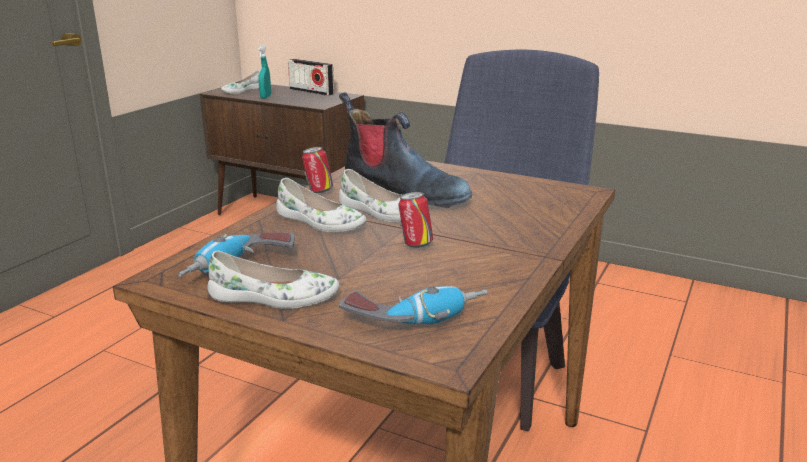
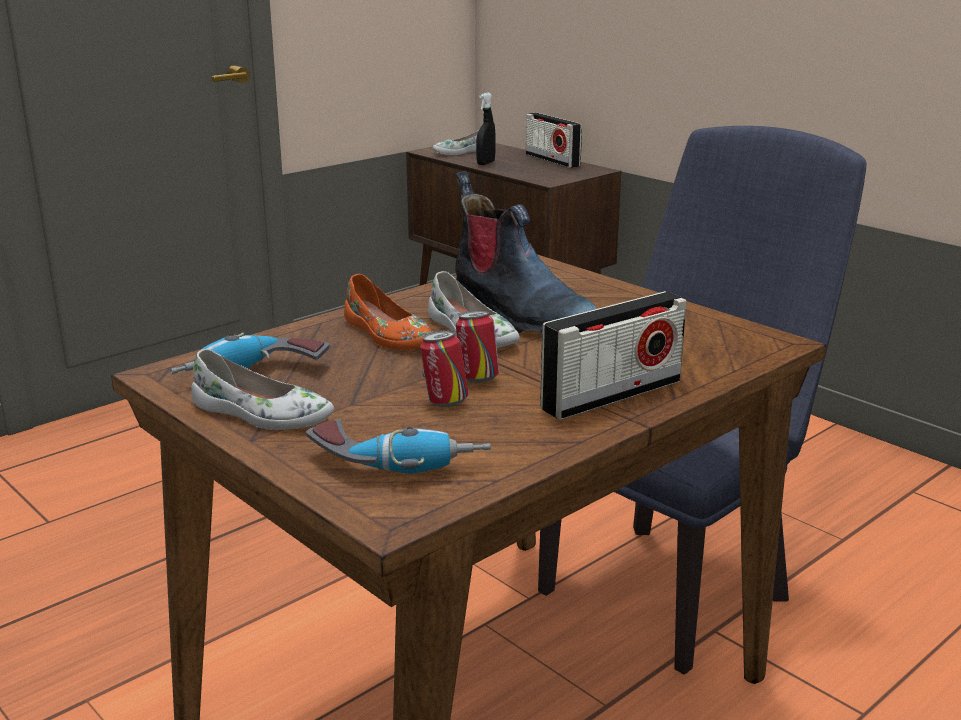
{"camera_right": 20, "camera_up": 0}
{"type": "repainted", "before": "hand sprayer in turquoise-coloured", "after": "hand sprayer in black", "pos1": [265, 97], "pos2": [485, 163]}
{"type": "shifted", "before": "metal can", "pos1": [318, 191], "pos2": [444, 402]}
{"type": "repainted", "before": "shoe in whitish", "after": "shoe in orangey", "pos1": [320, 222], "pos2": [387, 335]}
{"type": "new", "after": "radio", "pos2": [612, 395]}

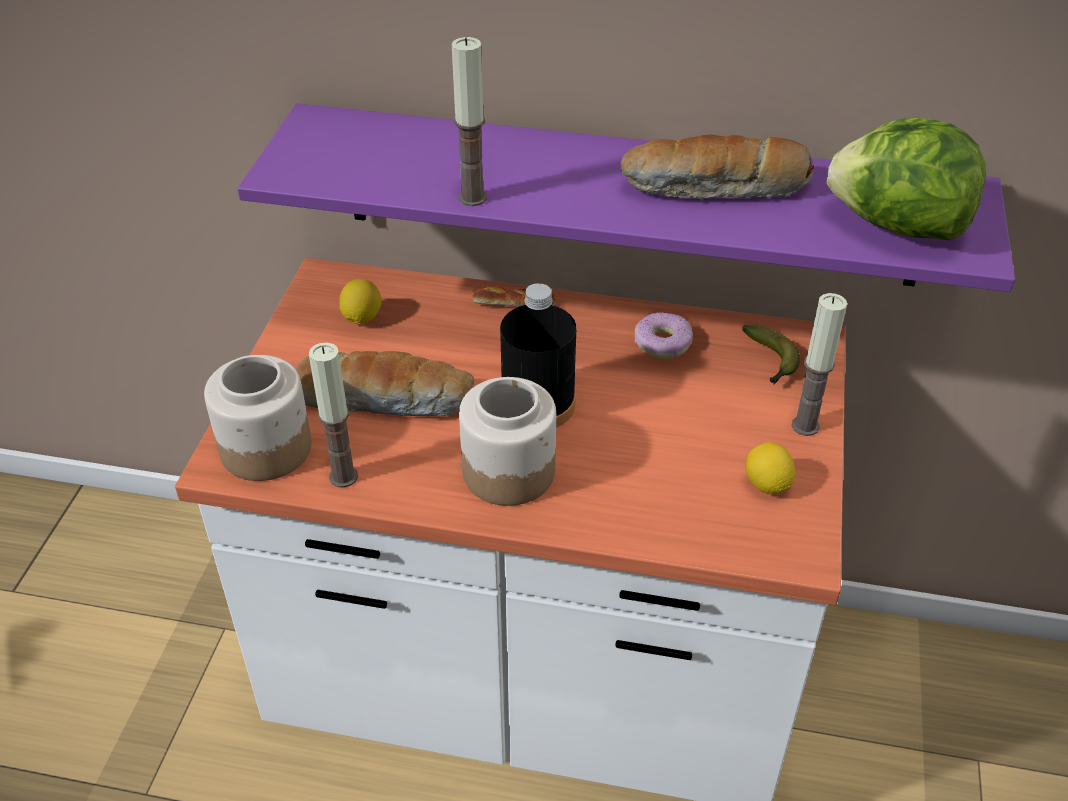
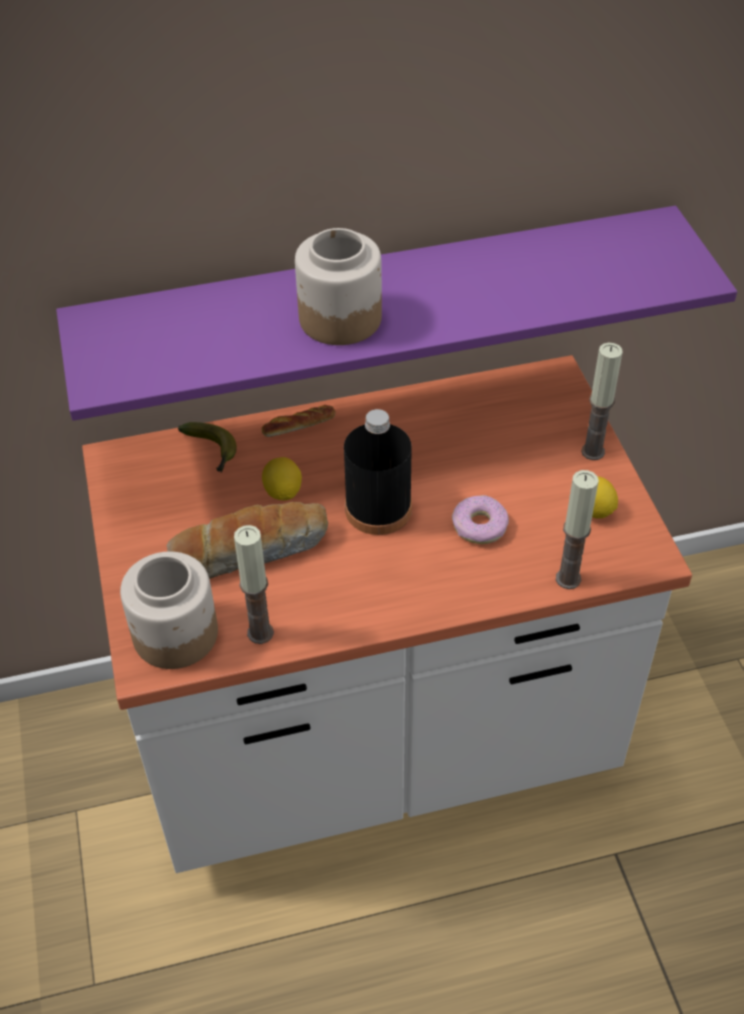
{"camera_right": -25, "camera_up": 5}
{"type": "shifted", "before": "candle", "pos1": [472, 198], "pos2": [568, 579]}
{"type": "gone", "before": "lettuce", "pos1": [897, 226]}
{"type": "gone", "before": "bakery bread", "pos1": [715, 189]}
{"type": "shifted", "before": "lemon", "pos1": [362, 317], "pos2": [283, 492]}
{"type": "shifted", "before": "ring doughnut", "pos1": [662, 343], "pos2": [479, 526]}
{"type": "shifted", "before": "banana", "pos1": [771, 362], "pos2": [212, 451]}
{"type": "shifted", "before": "jar", "pos1": [509, 471], "pos2": [340, 318]}

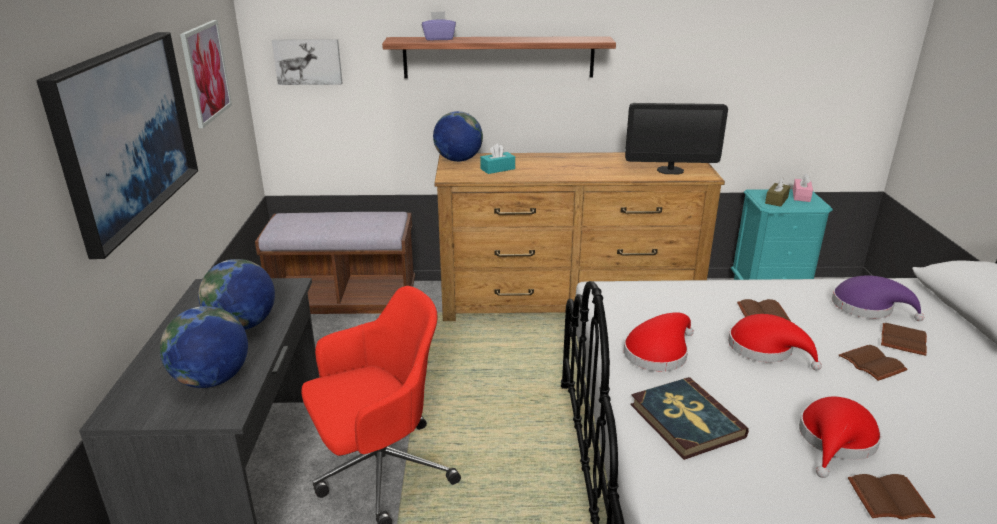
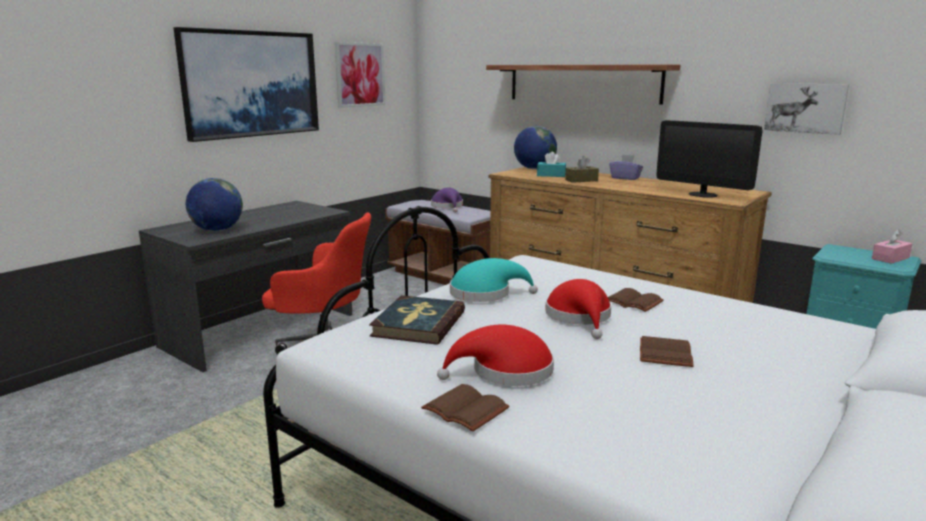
{"camera_right": 40, "camera_up": -10}
{"type": "shifted", "before": "box of tissues in purple", "pos1": [438, 39], "pos2": [625, 178]}
{"type": "shifted", "before": "wall art", "pos1": [308, 61], "pos2": [805, 108]}
{"type": "shifted", "before": "box of tissues in brown", "pos1": [776, 200], "pos2": [581, 180]}
{"type": "gone", "before": "world globe", "pos1": [243, 325]}
{"type": "shifted", "before": "hat in purple", "pos1": [867, 307], "pos2": [448, 207]}
{"type": "repainted", "before": "hat in reddish", "after": "hat in turquoise-coloured", "pos1": [658, 353], "pos2": [485, 293]}
{"type": "gone", "before": "book in brown", "pos1": [901, 339]}

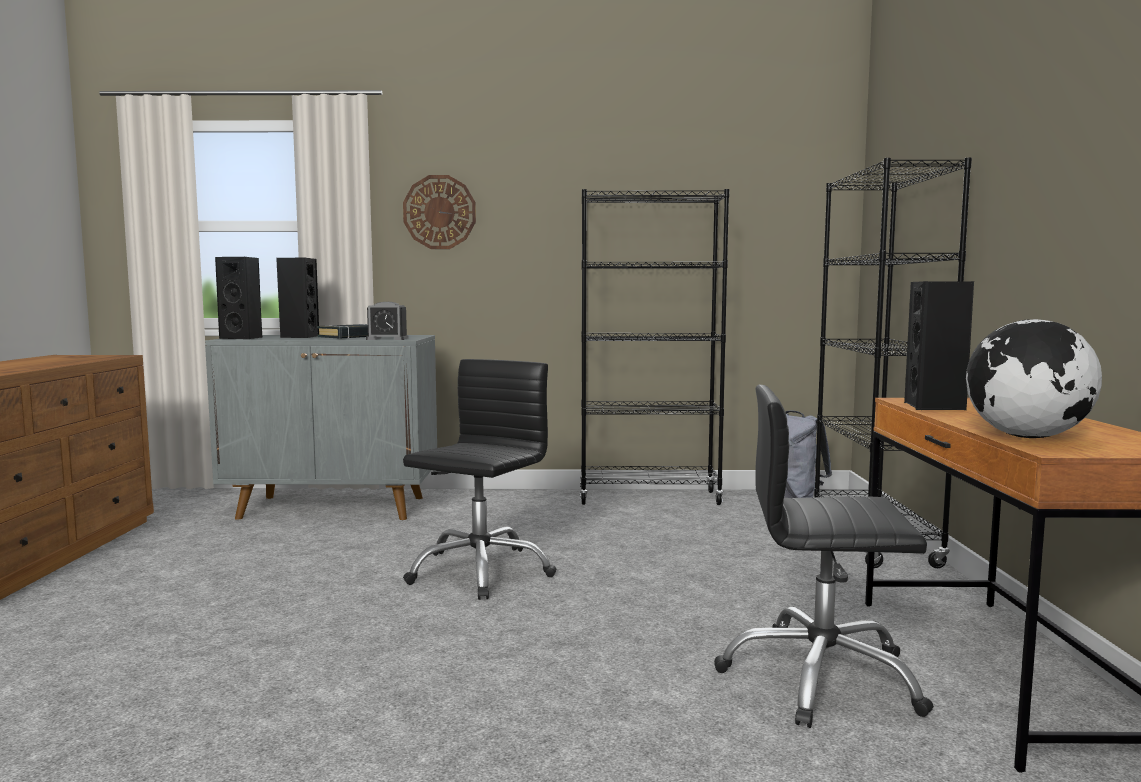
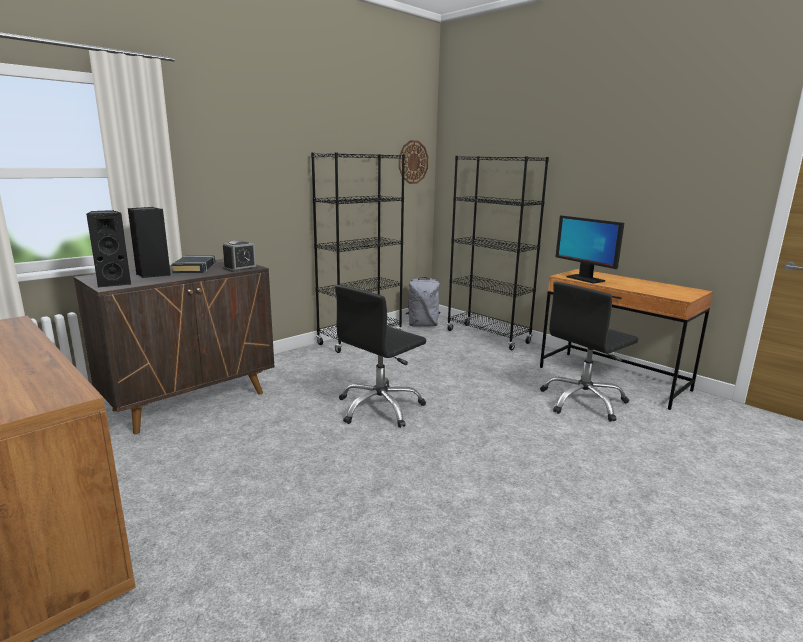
{"camera_right": -45, "camera_up": 10}
{"type": "shifted", "before": "wall clock", "pos1": [439, 212], "pos2": [413, 162]}
{"type": "swapped", "before": "audio speaker in black", "after": "computer display", "pos1": [935, 407], "pos2": [585, 279]}
{"type": "gone", "before": "world globe", "pos1": [1027, 437]}
{"type": "repainted", "before": "cabinet in grey", "after": "cabinet in brown", "pos1": [334, 508], "pos2": [192, 401]}
{"type": "rotated", "before": "computer chair in black", "pos1": [480, 571], "pos2": [380, 408], "turn": -120}

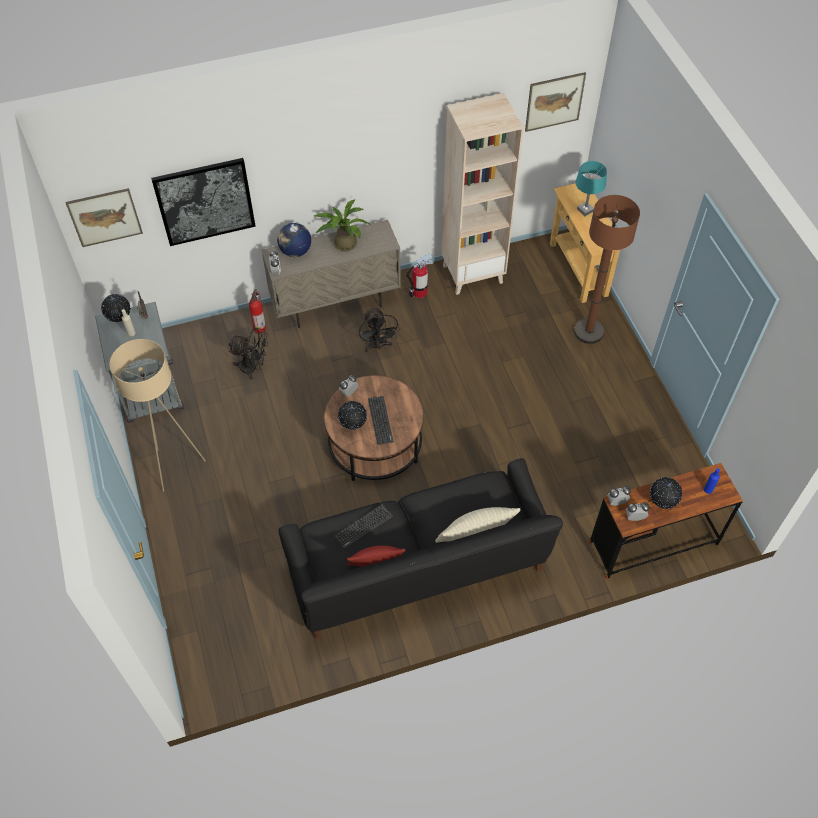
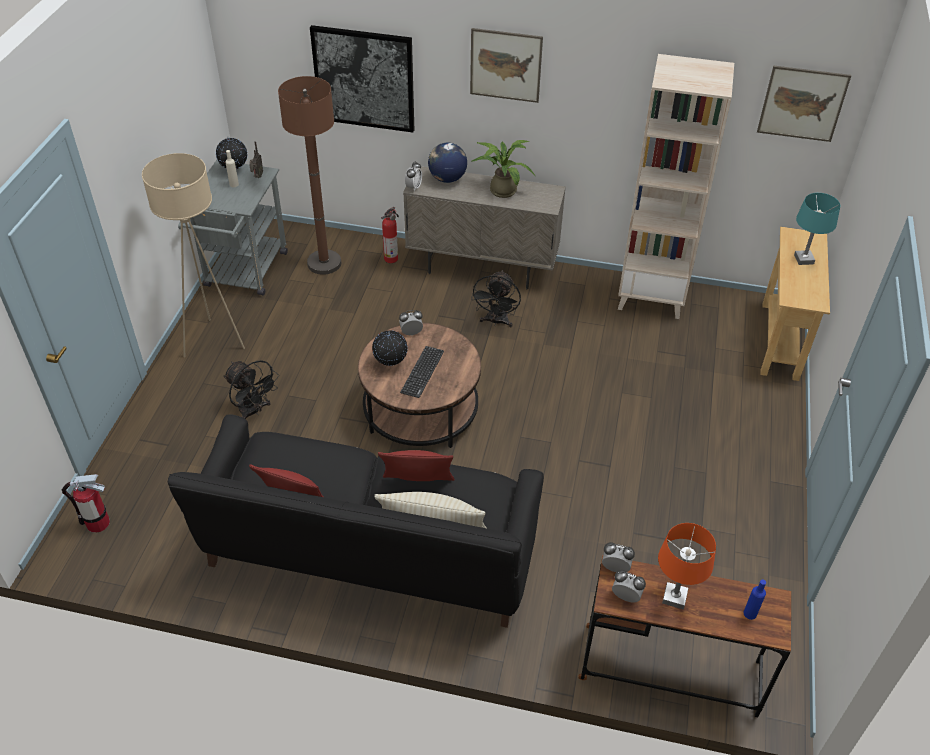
{"camera_right": 30, "camera_up": -10}
{"type": "shifted", "before": "wall art", "pos1": [105, 217], "pos2": [505, 65]}
{"type": "shifted", "before": "standard lamp in brown", "pos1": [588, 332], "pos2": [324, 263]}
{"type": "shifted", "before": "extinguisher", "pos1": [419, 292], "pos2": [97, 523]}
{"type": "shifted", "before": "cooling fan in black", "pos1": [253, 368], "pos2": [254, 412]}
{"type": "swapped", "before": "world globe", "after": "tabletop lamp in orangey", "pos1": [662, 502], "pos2": [675, 597]}
{"type": "gone", "before": "computer keyboard", "pos1": [363, 526]}
{"type": "new", "after": "pillow in reddish", "pos2": [418, 486]}

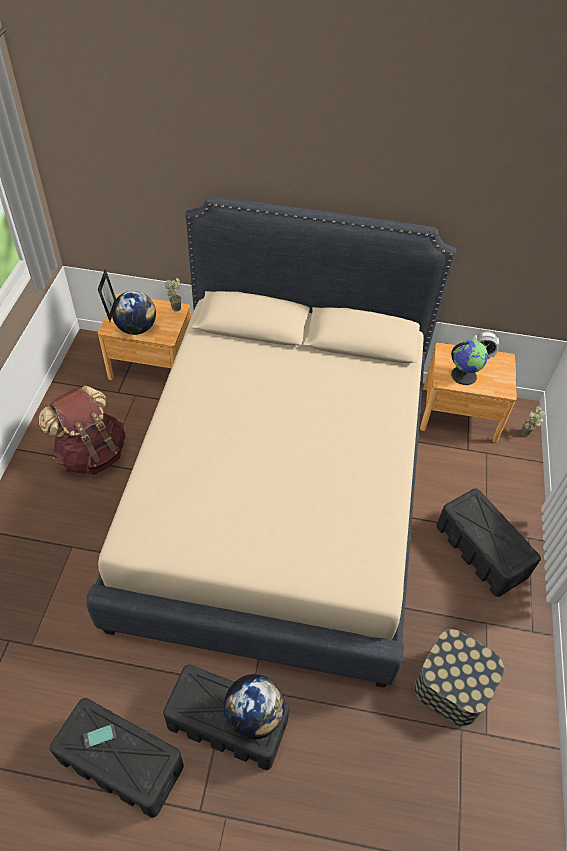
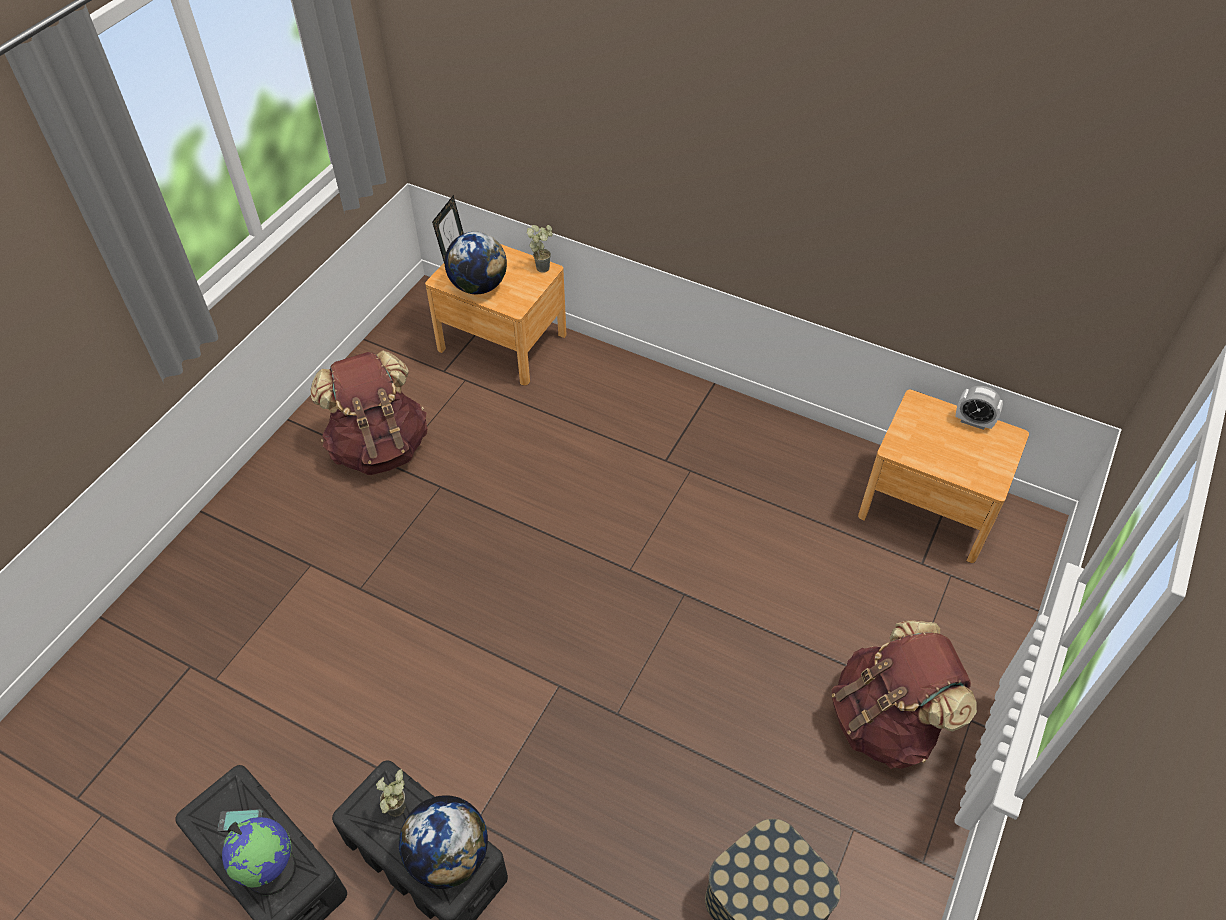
{"camera_right": 20, "camera_up": 0}
{"type": "gone", "before": "bed in beige", "pos1": [279, 493]}
{"type": "shifted", "before": "world globe", "pos1": [464, 375], "pos2": [271, 868]}
{"type": "shifted", "before": "plant in a pot", "pos1": [527, 434], "pos2": [398, 813]}
{"type": "swapped", "before": "storage box in black", "after": "rucksack in brown", "pos1": [481, 551], "pos2": [886, 721]}

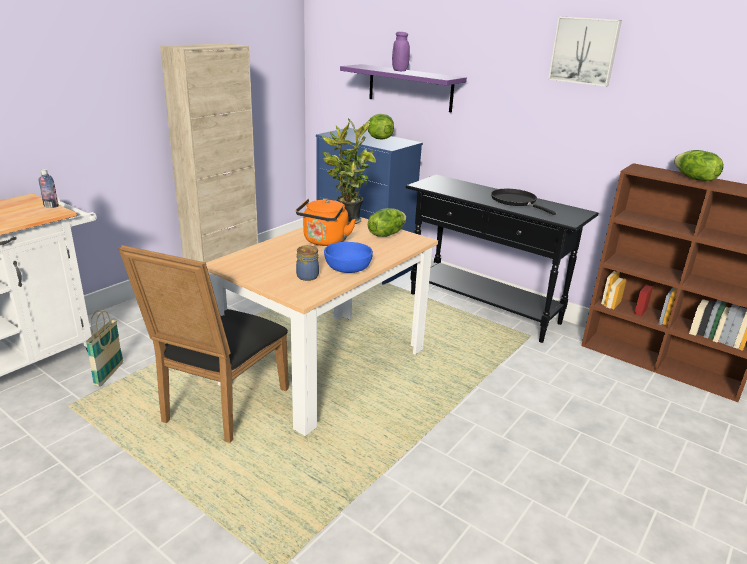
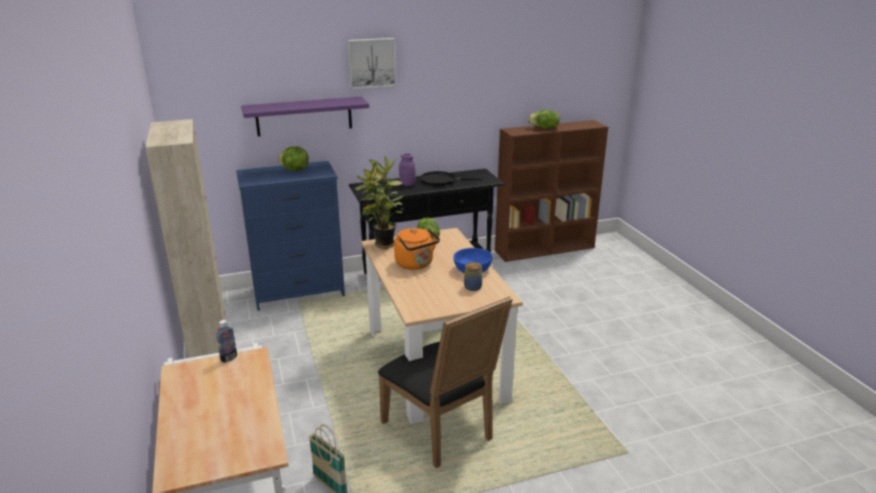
{"camera_right": -55, "camera_up": 0}
{"type": "shifted", "before": "wall art", "pos1": [584, 51], "pos2": [371, 62]}
{"type": "shifted", "before": "jar in purple", "pos1": [400, 70], "pos2": [407, 184]}

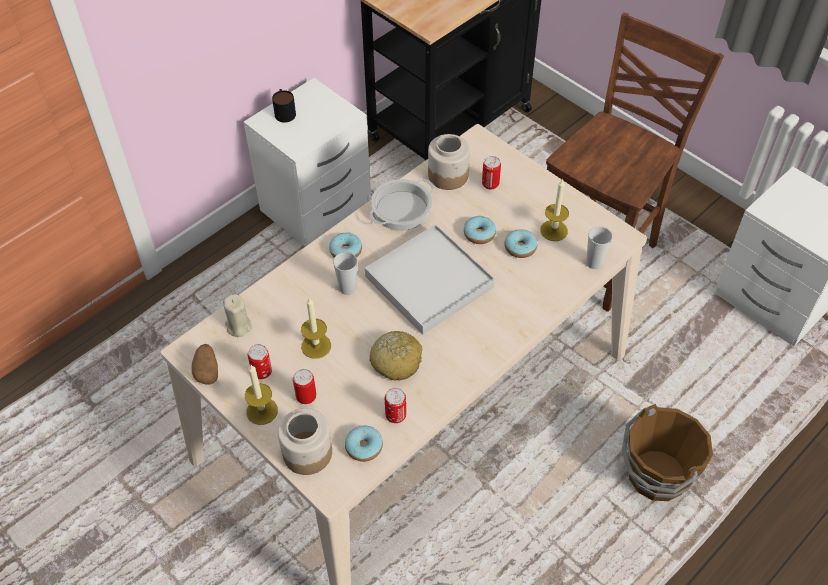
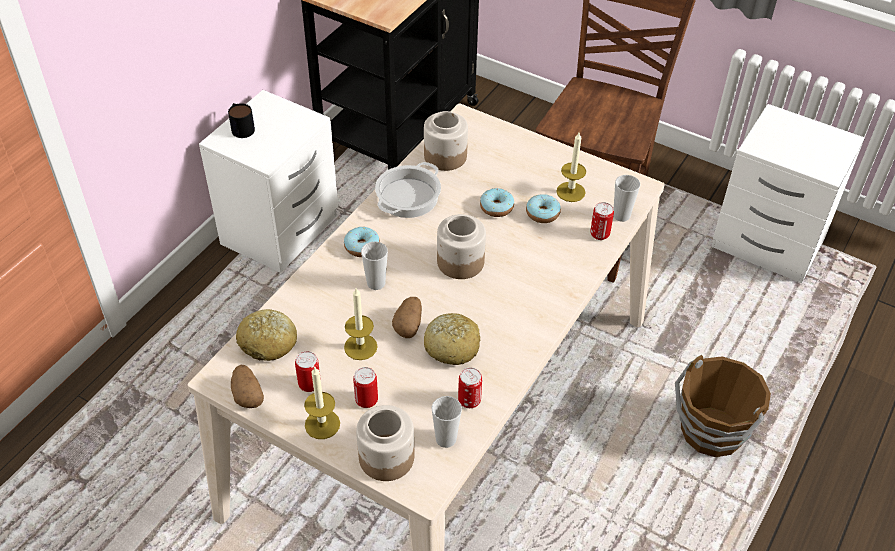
{"camera_right": -15, "camera_up": -5}
{"type": "shifted", "before": "metal can", "pos1": [490, 184], "pos2": [599, 234]}
{"type": "swapped", "before": "serving tray in whitish", "after": "jar", "pos1": [428, 282], "pos2": [459, 262]}
{"type": "swapped", "before": "candle in beige", "after": "bakery bread", "pos1": [238, 326], "pos2": [268, 342]}
{"type": "swapped", "before": "ring doughnut", "after": "cup", "pos1": [364, 447], "pos2": [446, 439]}
{"type": "new", "after": "spud", "pos2": [408, 325]}

